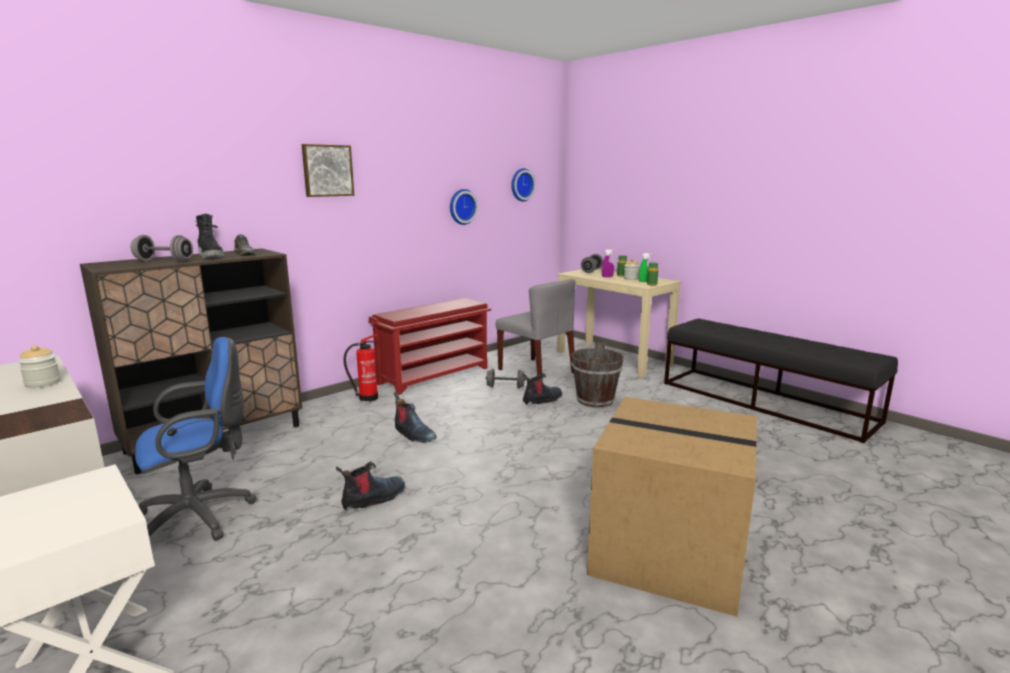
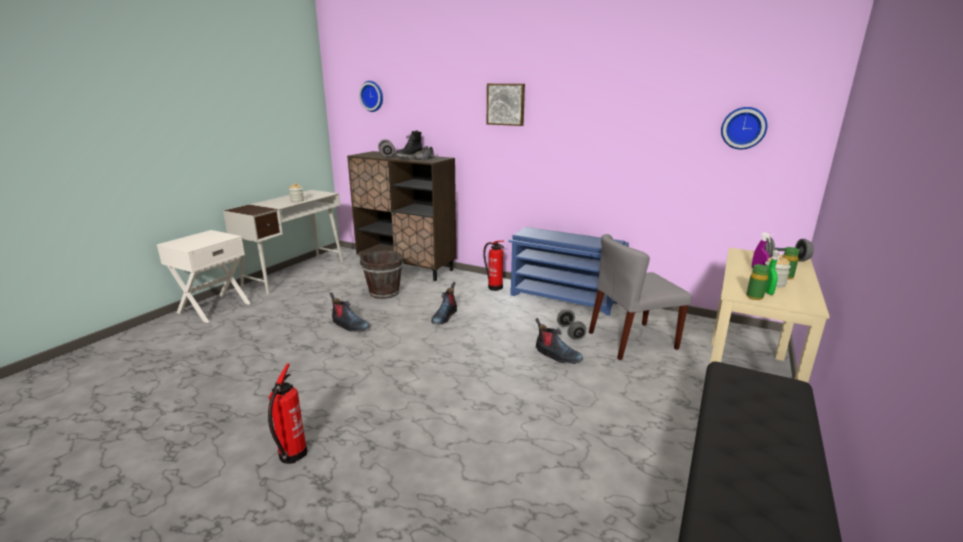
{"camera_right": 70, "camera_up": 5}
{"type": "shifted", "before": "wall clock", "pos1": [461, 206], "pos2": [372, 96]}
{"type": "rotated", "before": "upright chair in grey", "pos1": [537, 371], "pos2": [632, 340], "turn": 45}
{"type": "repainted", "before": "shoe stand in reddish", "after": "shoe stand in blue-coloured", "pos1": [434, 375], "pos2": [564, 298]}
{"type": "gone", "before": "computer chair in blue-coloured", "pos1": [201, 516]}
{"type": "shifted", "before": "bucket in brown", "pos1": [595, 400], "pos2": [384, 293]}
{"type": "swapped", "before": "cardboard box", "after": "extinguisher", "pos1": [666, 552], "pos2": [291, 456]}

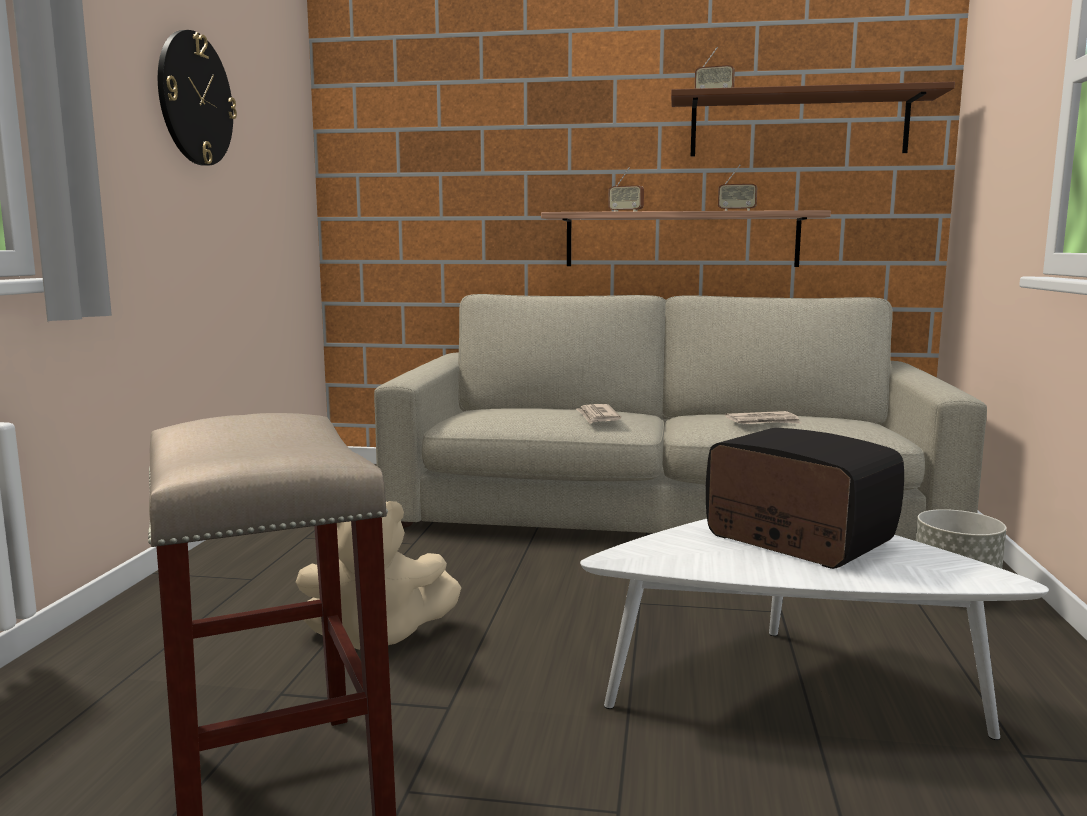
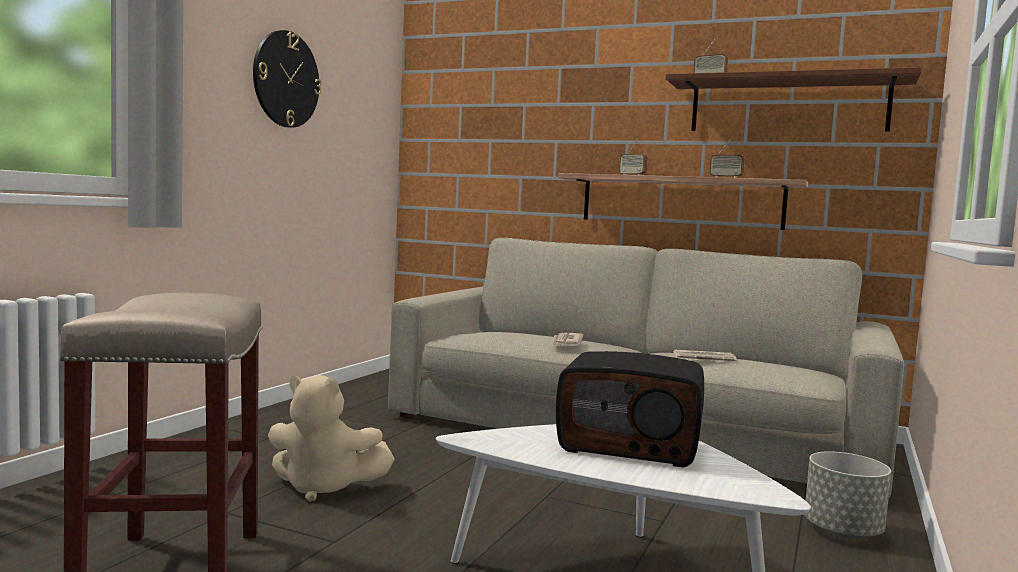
{"camera_right": 15, "camera_up": -5}
{"type": "rotated", "before": "radio", "pos1": [796, 539], "pos2": [630, 445], "turn": 135}

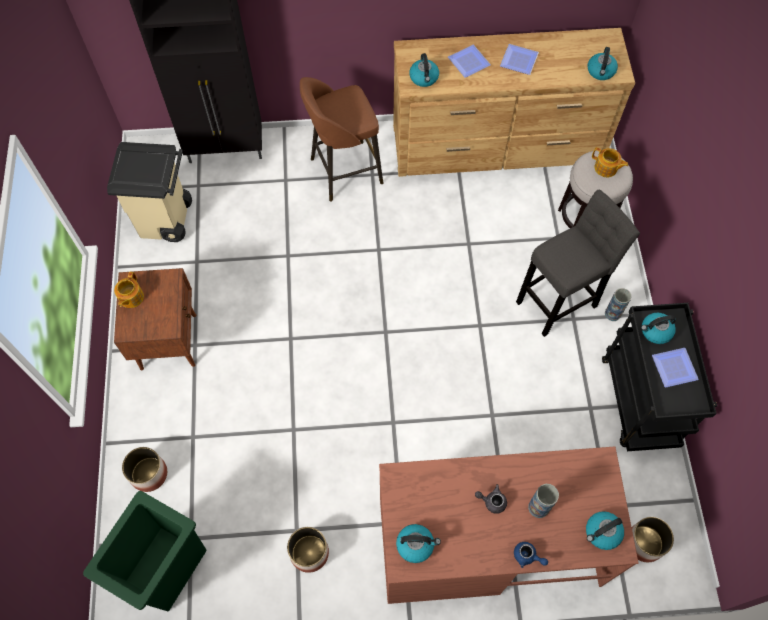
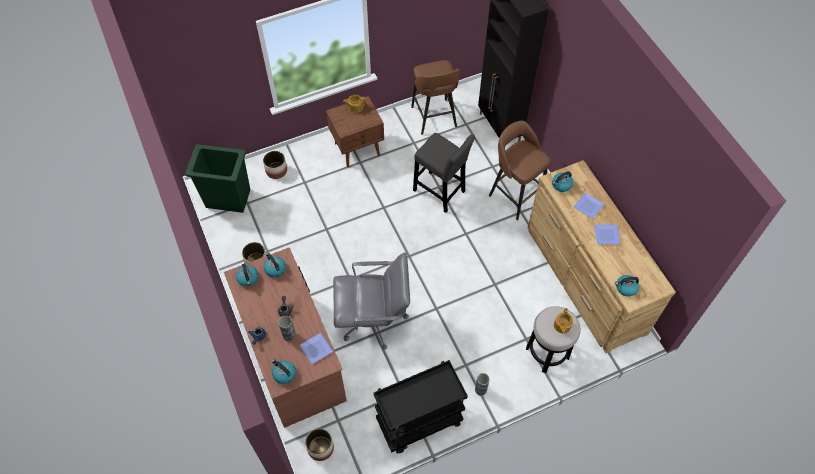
{"camera_right": 70, "camera_up": -5}
{"type": "swapped", "before": "rubbish bin in beige", "after": "stool seat in brown", "pos1": [166, 220], "pos2": [434, 118]}
{"type": "shifted", "before": "stool seat in grey", "pos1": [560, 301], "pos2": [441, 193]}
{"type": "shifted", "before": "water kettle", "pos1": [655, 331], "pos2": [275, 269]}
{"type": "shifted", "before": "plate", "pos1": [675, 367], "pos2": [317, 349]}
{"type": "new", "after": "computer chair in grey", "pos2": [374, 320]}

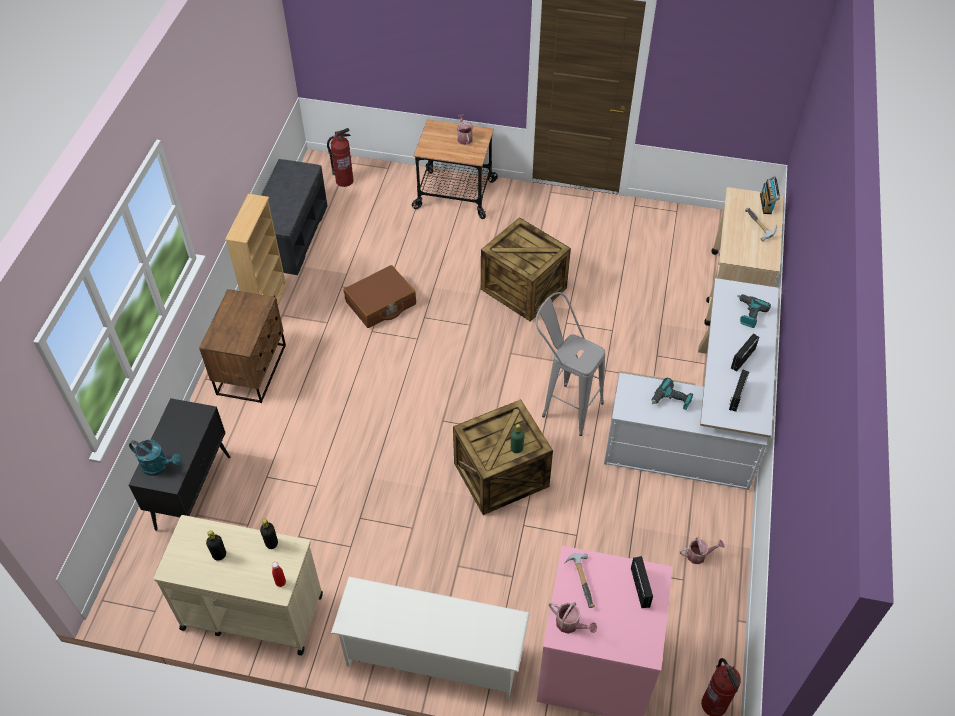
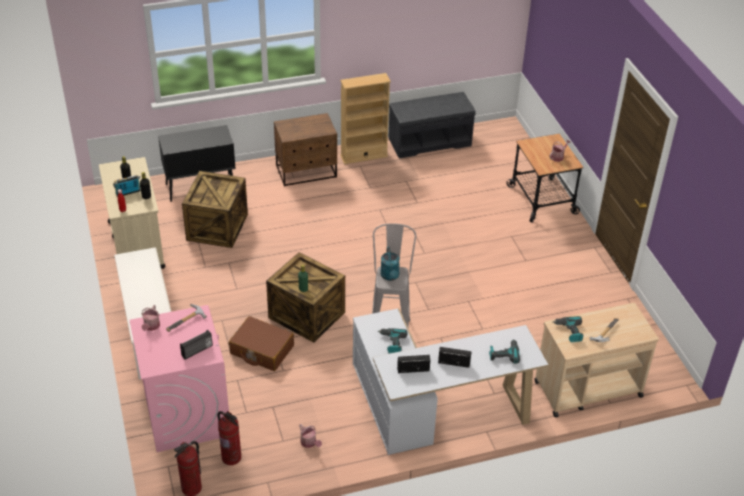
{"camera_right": 60, "camera_up": -10}
{"type": "shifted", "before": "extinguisher", "pos1": [344, 181], "pos2": [231, 457]}
{"type": "shifted", "before": "radio", "pos1": [767, 204], "pos2": [128, 193]}
{"type": "shifted", "before": "packing crate", "pos1": [524, 288], "pos2": [218, 227]}
{"type": "shifted", "before": "piece of luggage in brown", "pos1": [381, 303], "pos2": [261, 350]}
{"type": "shifted", "before": "watering pot in turquoise-coloured", "pos1": [159, 466], "pos2": [390, 276]}
{"type": "new", "after": "power drill", "pos2": [569, 331]}

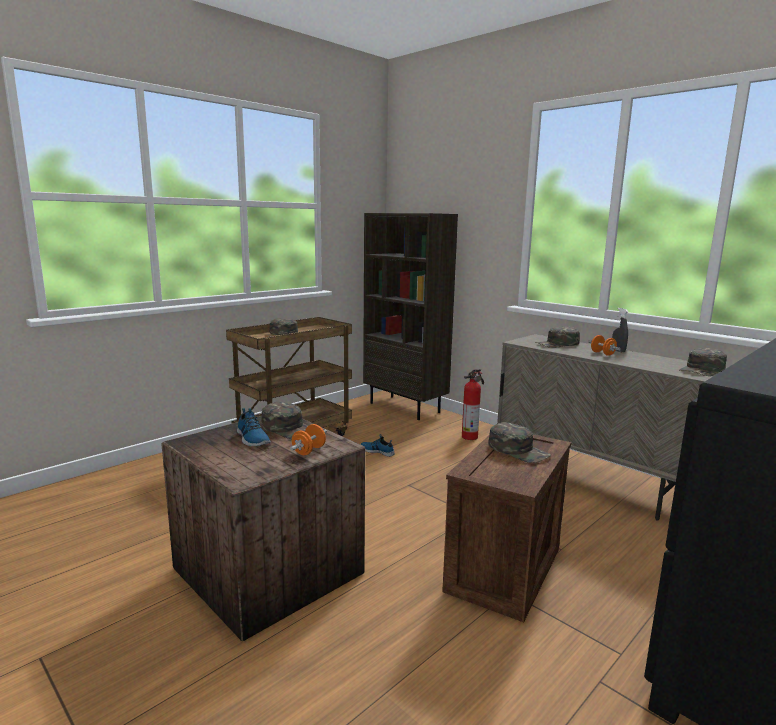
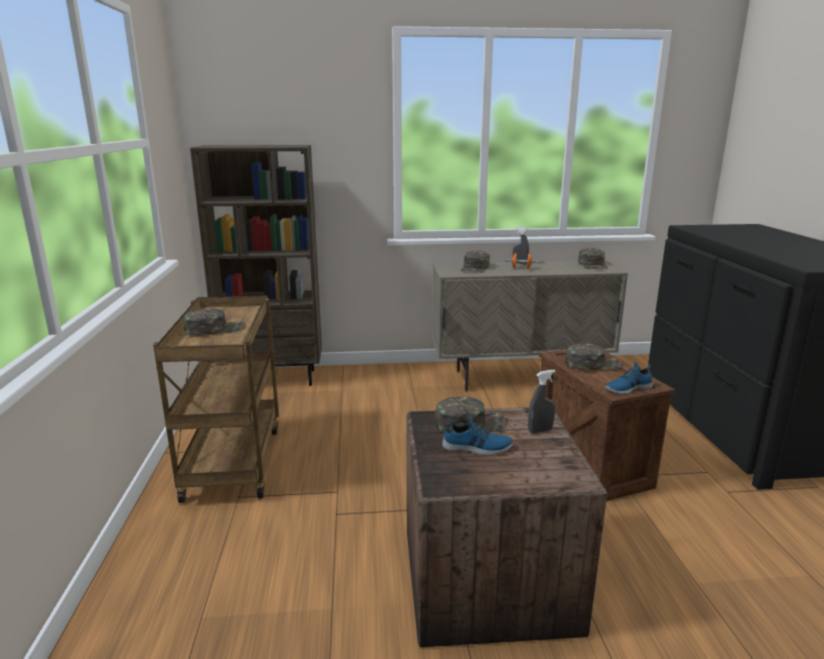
{"camera_right": -50, "camera_up": 5}
{"type": "gone", "before": "extinguisher", "pos1": [470, 436]}
{"type": "swapped", "before": "dumbbell in orangey", "after": "hand sprayer in grey", "pos1": [309, 451], "pos2": [540, 431]}
{"type": "shifted", "before": "shoe", "pos1": [377, 451], "pos2": [628, 388]}

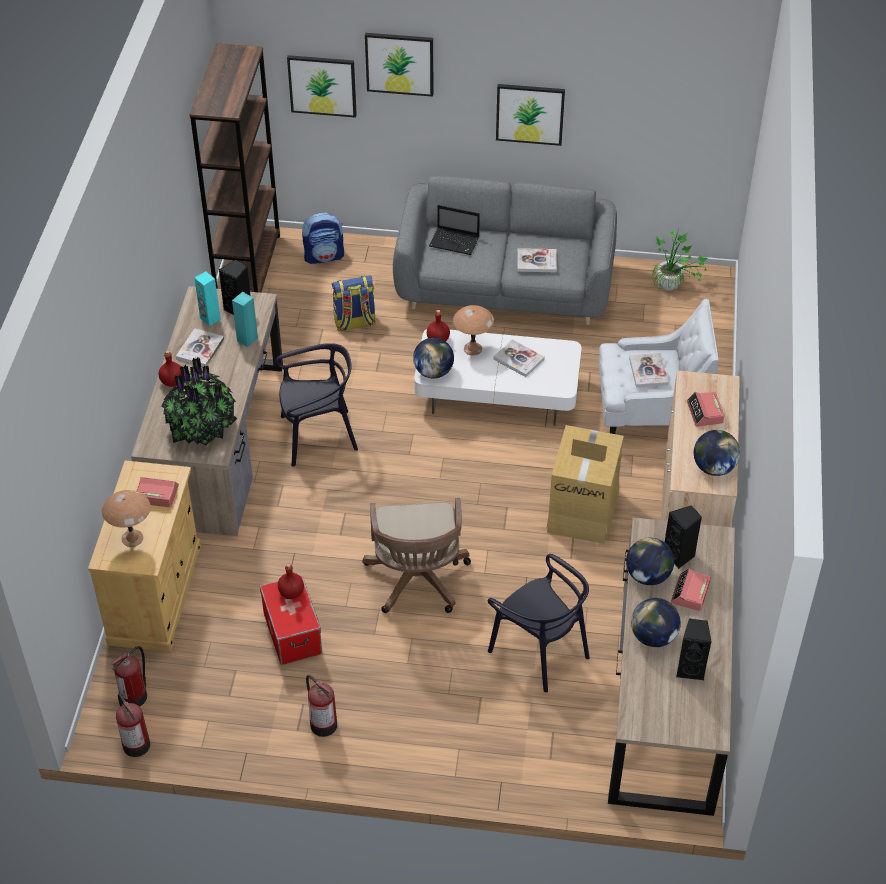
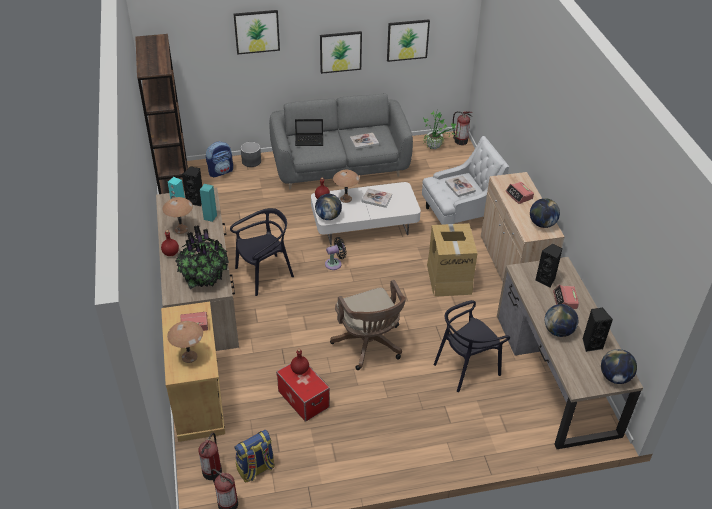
{"camera_right": -20, "camera_up": -5}
{"type": "shifted", "before": "wall art", "pos1": [322, 85], "pos2": [407, 40]}
{"type": "shifted", "before": "rucksack", "pos1": [354, 323], "pos2": [256, 469]}
{"type": "swapped", "before": "book", "after": "tabletop lamp in brown", "pos1": [200, 349], "pos2": [181, 229]}
{"type": "shifted", "before": "world globe", "pos1": [648, 576], "pos2": [615, 377]}
{"type": "rotated", "before": "upright chair in black", "pos1": [539, 651], "pos2": [466, 367], "turn": 120}
{"type": "shifted", "before": "extinguisher", "pos1": [322, 723], "pos2": [460, 141]}
{"type": "new", "after": "plant pot in grey", "pos2": [251, 161]}
{"type": "new", "after": "cooling fan in black", "pos2": [335, 263]}

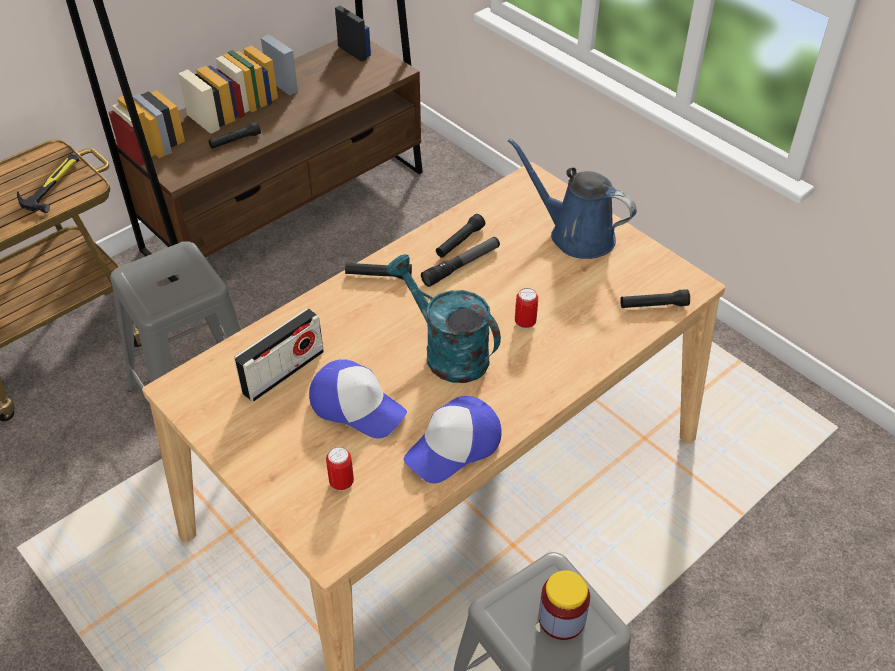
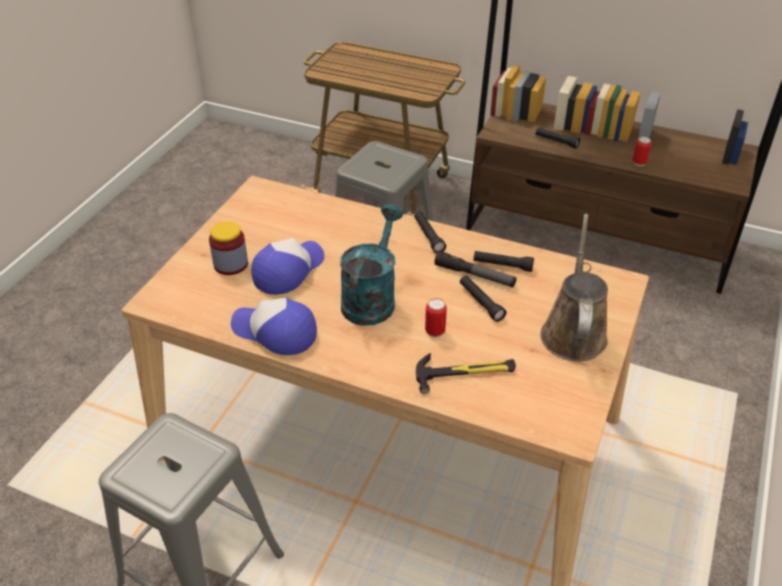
{"camera_right": 65, "camera_up": -5}
{"type": "repainted", "before": "watering pot in blue-coloured", "after": "watering pot in brown", "pos1": [576, 234], "pos2": [573, 332]}
{"type": "shifted", "before": "hand hammer", "pos1": [52, 184], "pos2": [465, 372]}
{"type": "shifted", "before": "torch in black", "pos1": [653, 305], "pos2": [481, 303]}
{"type": "gone", "before": "radio", "pos1": [283, 372]}
{"type": "rotated", "before": "cap", "pos1": [357, 406], "pos2": [288, 270], "turn": -150}
{"type": "shifted", "before": "metal can", "pos1": [341, 483], "pos2": [639, 163]}
{"type": "shifted", "before": "jar", "pos1": [561, 618], "pos2": [231, 264]}

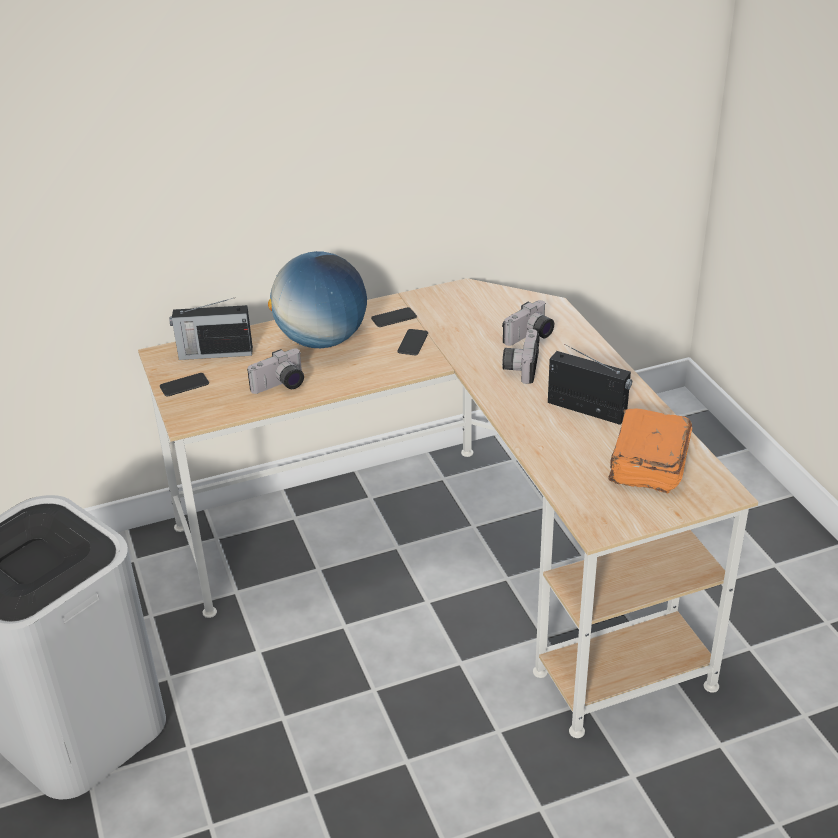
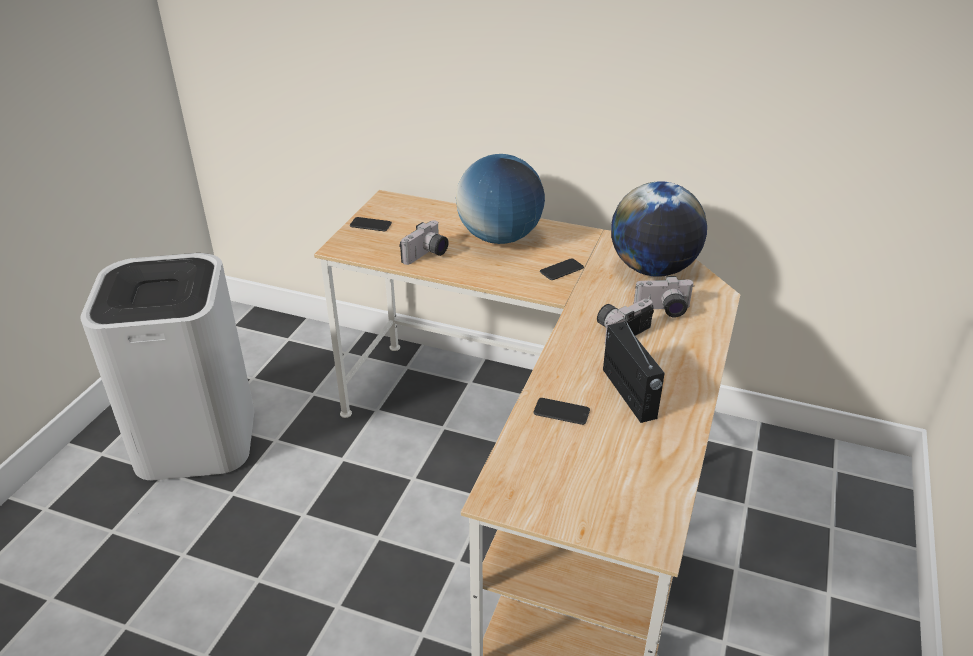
{"camera_right": 40, "camera_up": 0}
{"type": "gone", "before": "radio", "pos1": [214, 353]}
{"type": "shifted", "before": "telephone", "pos1": [394, 318], "pos2": [561, 412]}
{"type": "rotated", "before": "still camera", "pos1": [281, 386], "pos2": [427, 255], "turn": -60}
{"type": "gone", "before": "book in orangey", "pos1": [647, 464]}
{"type": "new", "after": "world globe", "pos2": [652, 269]}

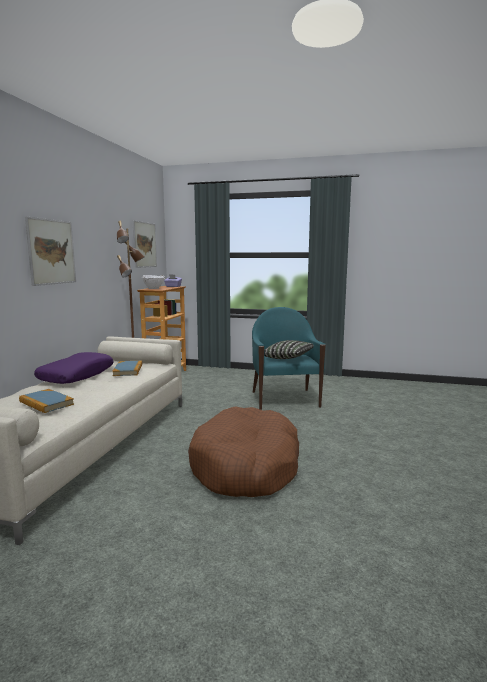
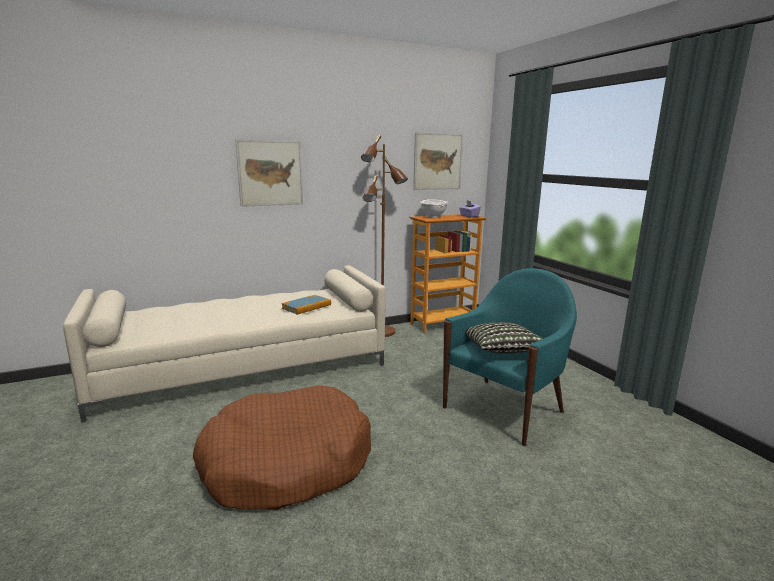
{"camera_right": 50, "camera_up": 5}
{"type": "gone", "before": "pillow in purple", "pos1": [76, 376]}
{"type": "gone", "before": "book", "pos1": [46, 403]}

